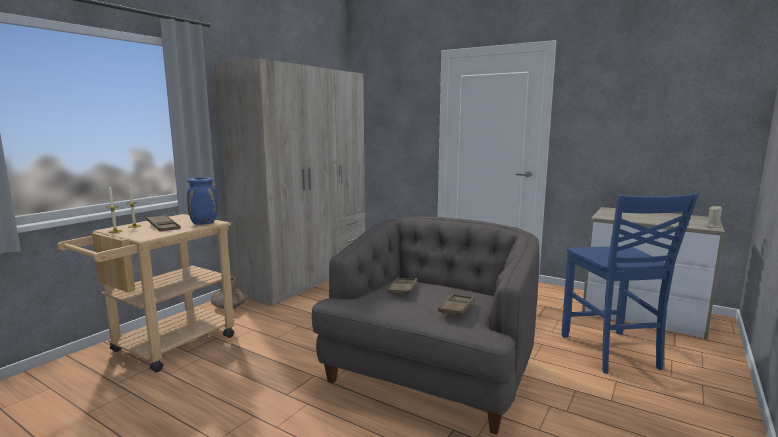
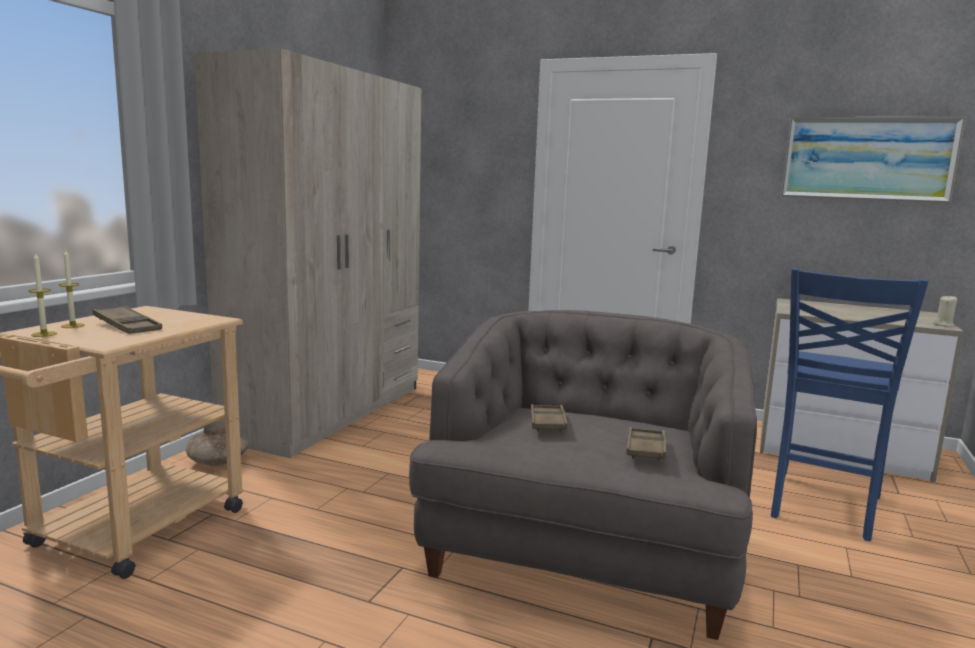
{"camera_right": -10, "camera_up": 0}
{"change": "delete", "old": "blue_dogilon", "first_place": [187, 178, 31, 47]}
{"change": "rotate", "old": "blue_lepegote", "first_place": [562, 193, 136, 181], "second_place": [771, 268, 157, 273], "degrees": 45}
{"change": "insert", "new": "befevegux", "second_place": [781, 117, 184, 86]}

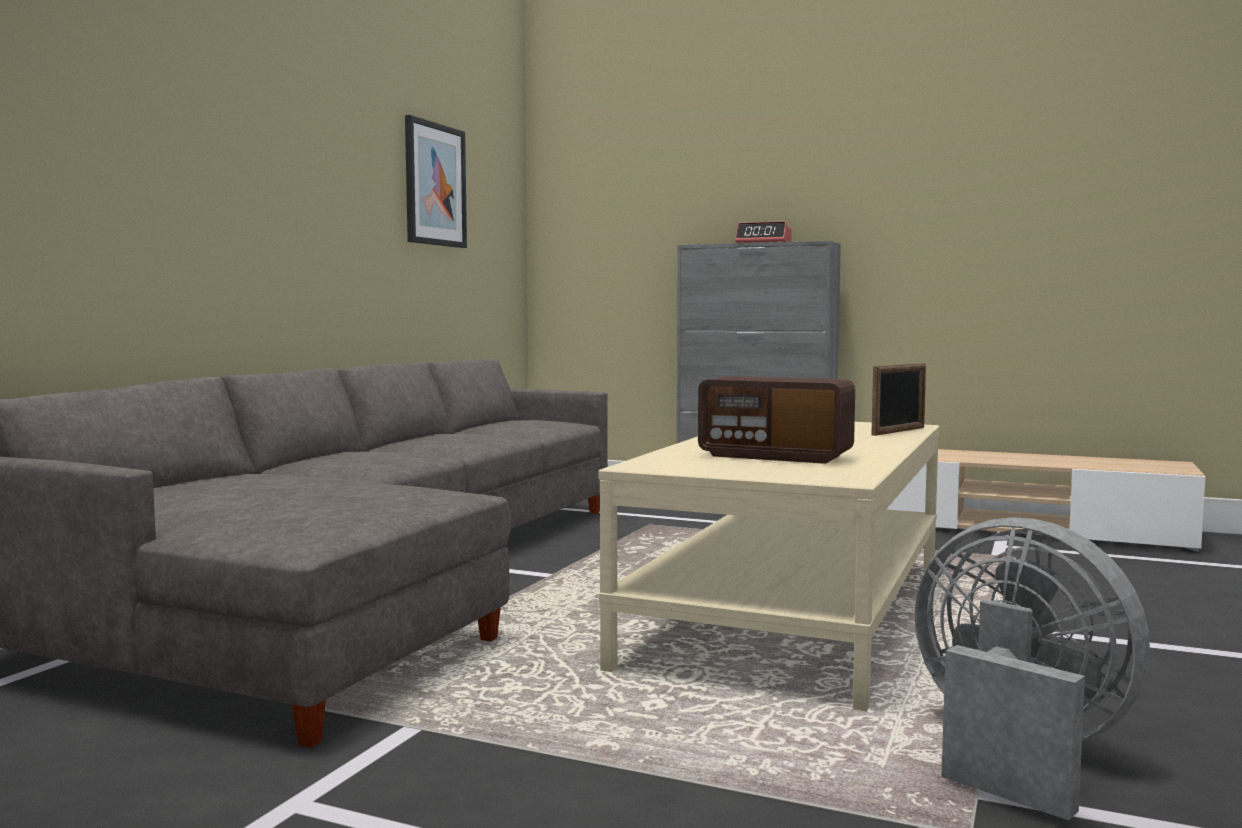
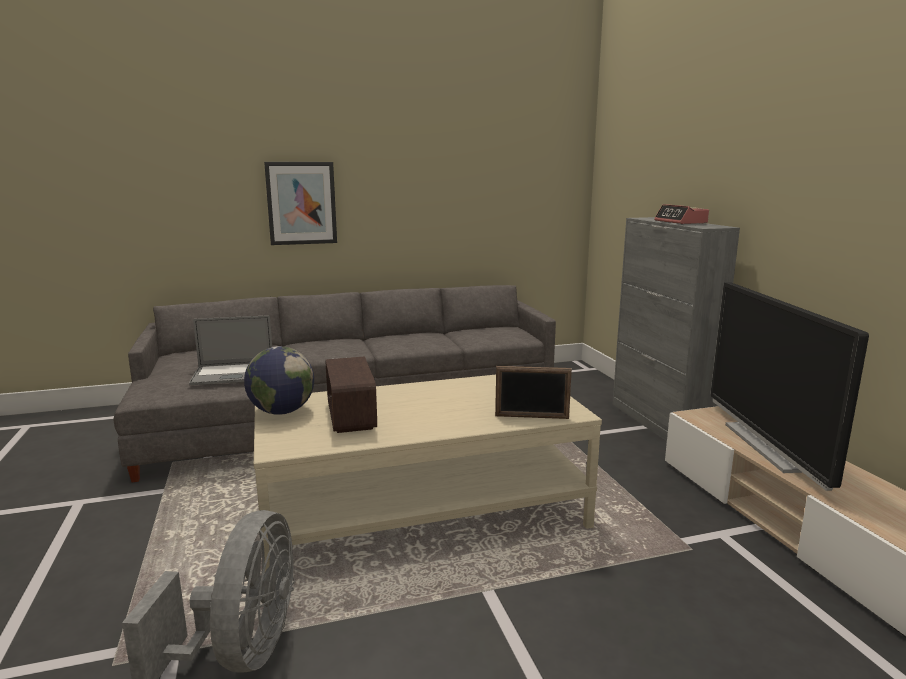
{"camera_right": 50, "camera_up": 10}
{"change": "move", "old": "befevegux", "first_place": [405, 115, 62, 133], "second_place": [264, 162, 73, 83]}
{"change": "insert", "new": "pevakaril", "second_place": [711, 283, 158, 208]}
{"change": "insert", "new": "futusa", "second_place": [189, 315, 83, 70]}
{"change": "insert", "new": "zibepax", "second_place": [244, 346, 70, 69]}

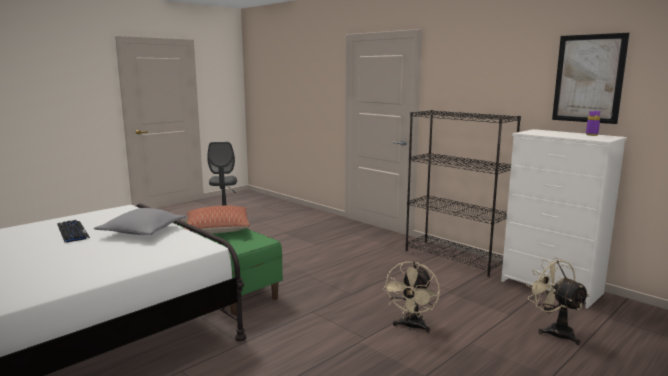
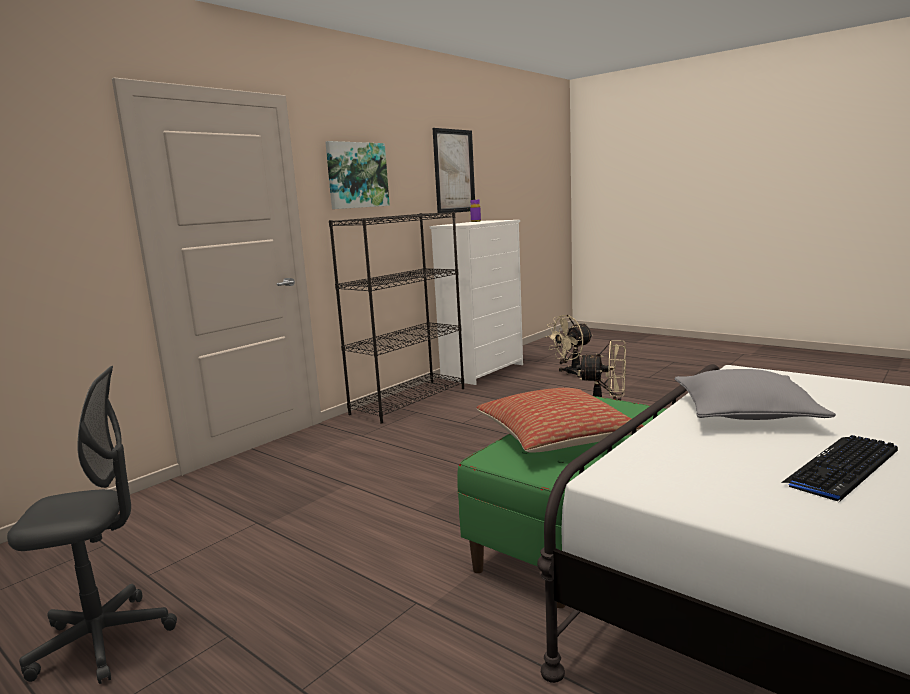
{"camera_right": -95, "camera_up": 0}
{"change": "insert", "new": "befevegux", "second_place": [325, 141, 65, 68]}

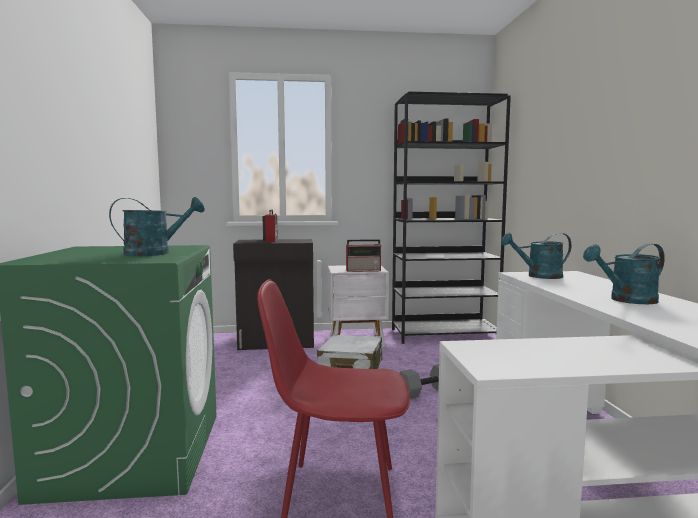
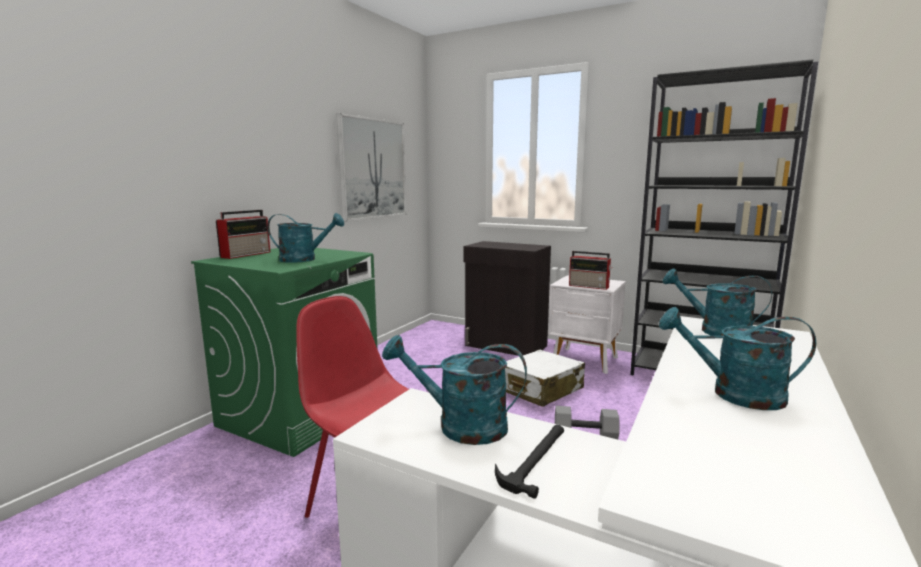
{"camera_right": 35, "camera_up": 5}
{"change": "move", "old": "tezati", "first_place": [262, 209, 16, 33], "second_place": [216, 210, 54, 49]}
{"change": "insert", "new": "befevegux", "second_place": [336, 113, 70, 109]}
{"change": "insert", "new": "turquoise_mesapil", "second_place": [382, 335, 145, 110]}
{"change": "insert", "new": "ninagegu", "second_place": [495, 425, 69, 74]}

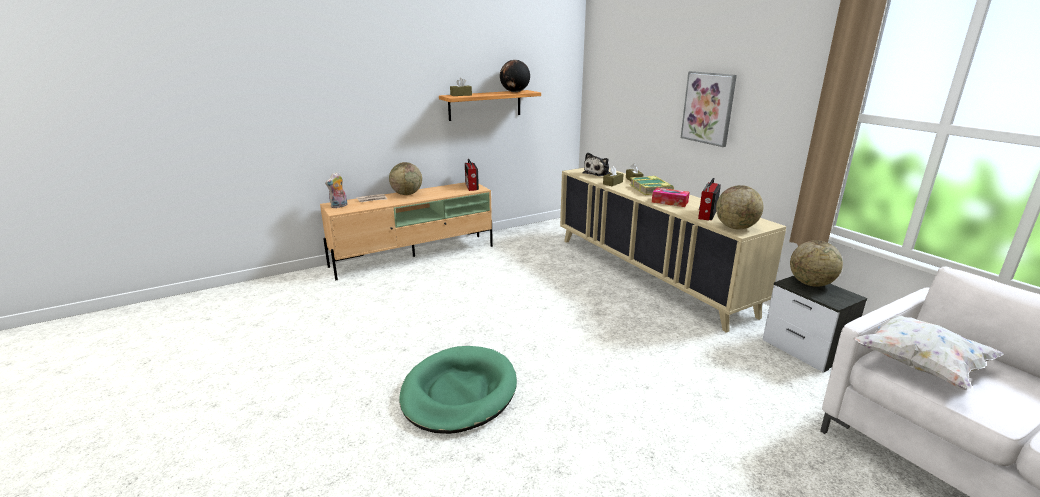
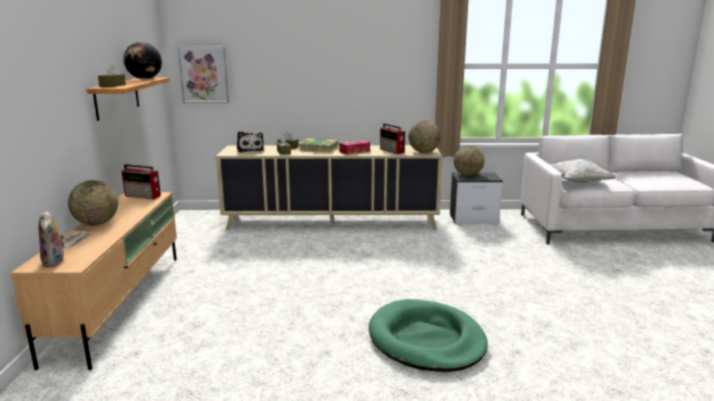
{"camera_right": -60, "camera_up": -5}
{"change": "move", "old": "befevegux", "first_place": [681, 71, 56, 76], "second_place": [178, 46, 51, 57]}

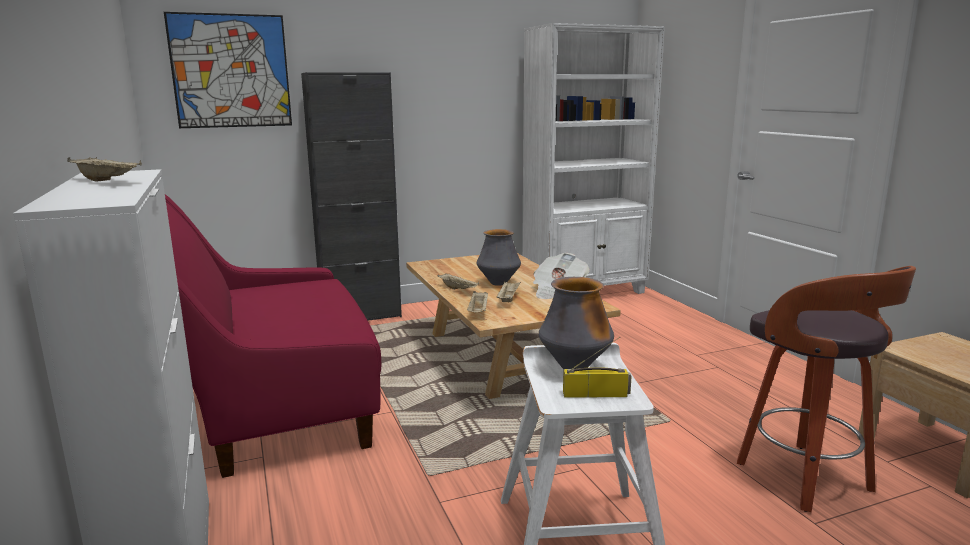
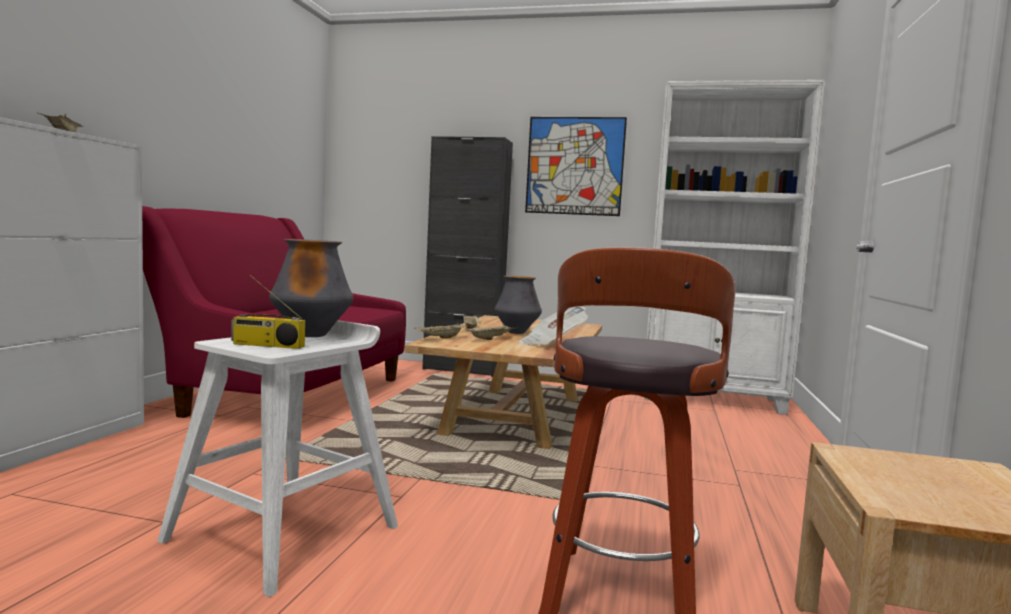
{"camera_right": 35, "camera_up": -10}
{"change": "move", "old": "befevegux", "first_place": [164, 12, 128, 116], "second_place": [525, 117, 102, 99]}
{"change": "rotate", "old": "tezati", "first_place": [563, 337, 69, 60], "second_place": [231, 275, 74, 74], "degrees": 150}

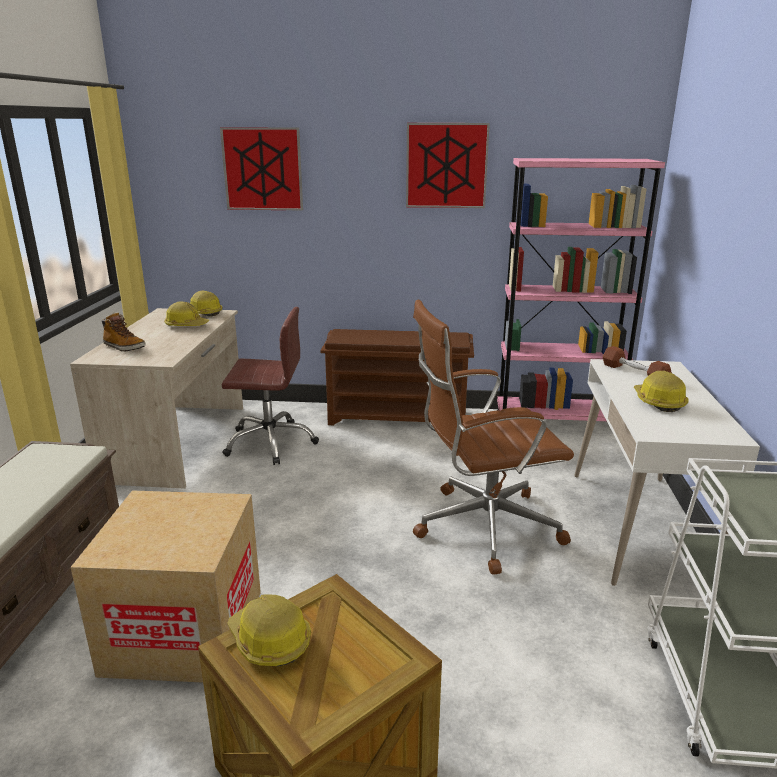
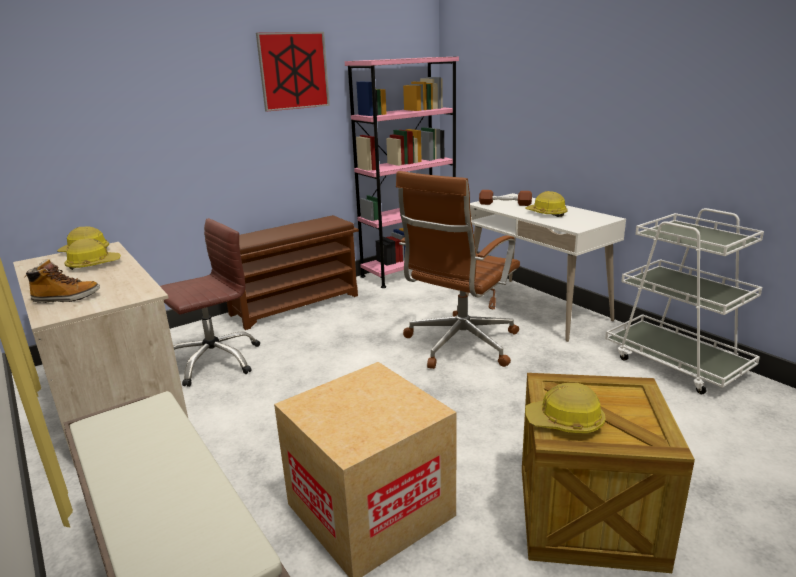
{"camera_right": -40, "camera_up": 0}
{"change": "delete", "old": "befevegux", "first_place": [220, 127, 83, 83]}

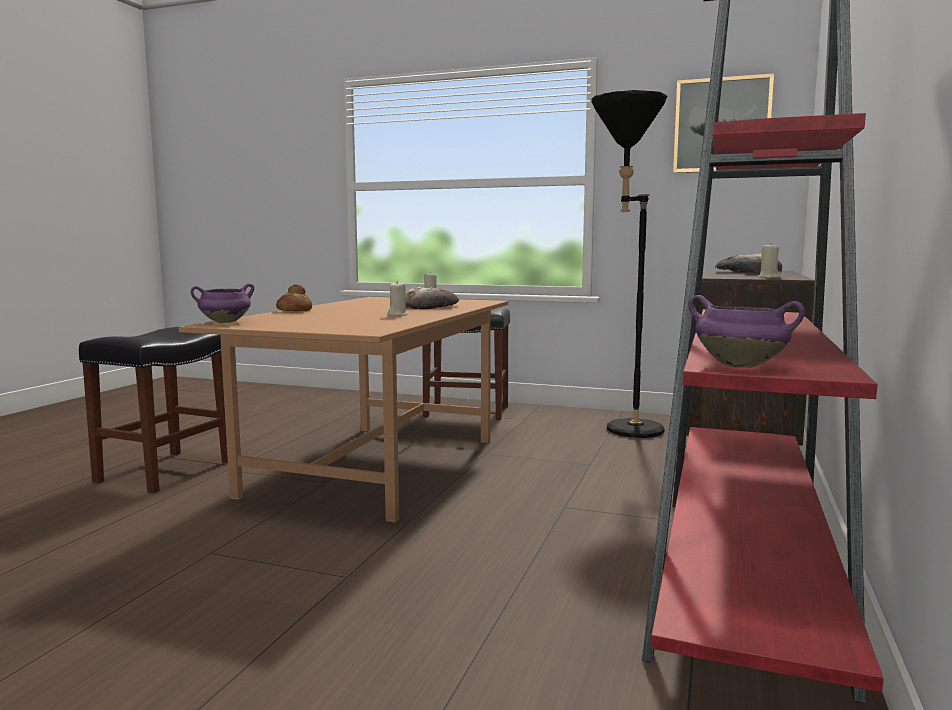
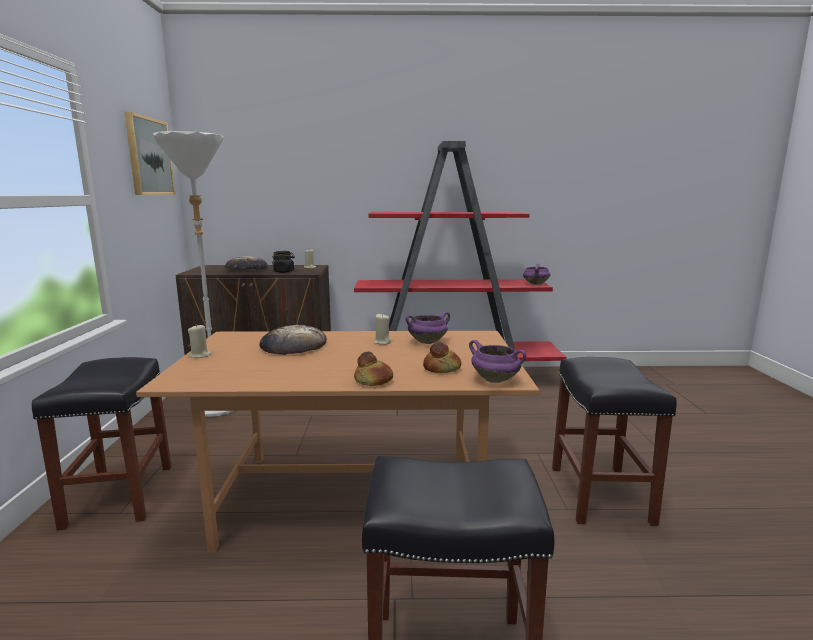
{"camera_right": -110, "camera_up": 5}
{"change": "recolor", "old": "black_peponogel", "new": "white_peponogel", "first_place": [591, 90, 76, 348], "second_place": [153, 131, 80, 286]}
{"change": "insert", "new": "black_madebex", "second_place": [272, 251, 23, 22]}
{"change": "insert", "new": "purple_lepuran", "second_place": [405, 312, 45, 32]}
{"change": "insert", "new": "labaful", "second_place": [423, 342, 38, 31]}
{"change": "insert", "new": "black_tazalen", "second_place": [552, 357, 125, 169]}

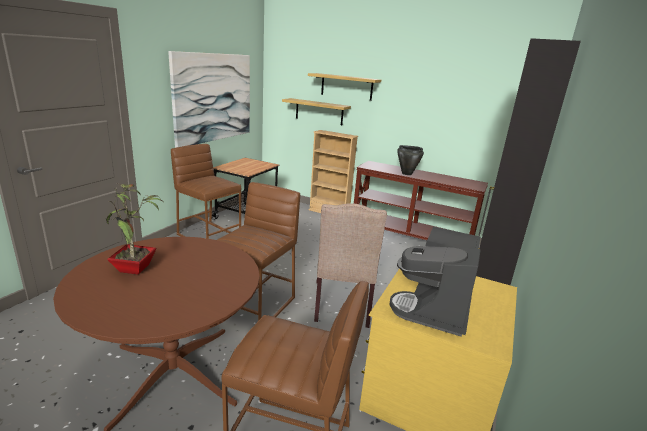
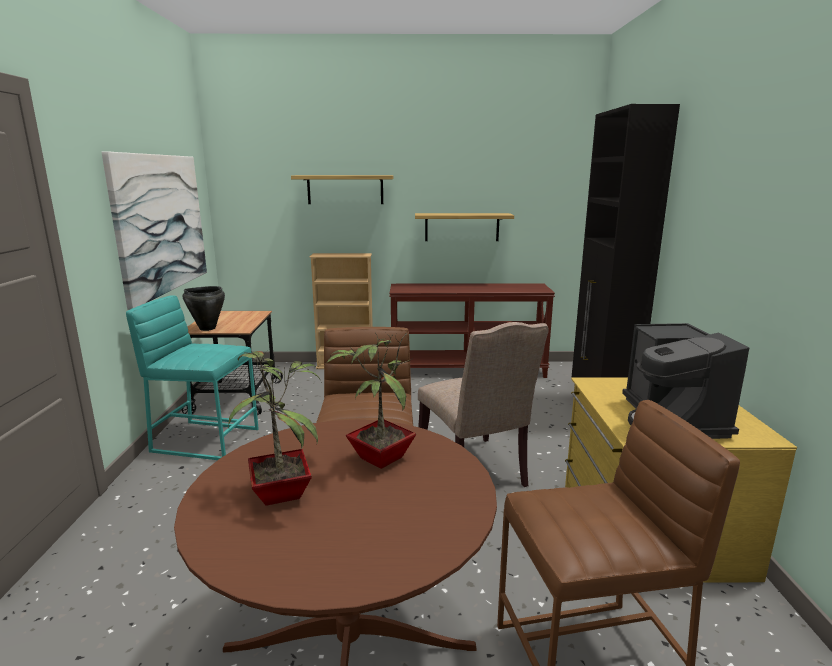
{"camera_right": -25, "camera_up": -5}
{"change": "move", "old": "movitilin", "first_place": [282, 98, 69, 27], "second_place": [415, 213, 99, 28]}
{"change": "recolor", "old": "brown_tazalen", "new": "turquoise_tazalen", "first_place": [171, 144, 70, 95], "second_place": [126, 295, 133, 165]}
{"change": "move", "old": "black_lepuran", "first_place": [397, 145, 27, 30], "second_place": [182, 286, 43, 45]}
{"change": "insert", "new": "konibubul", "second_place": [326, 332, 90, 137]}

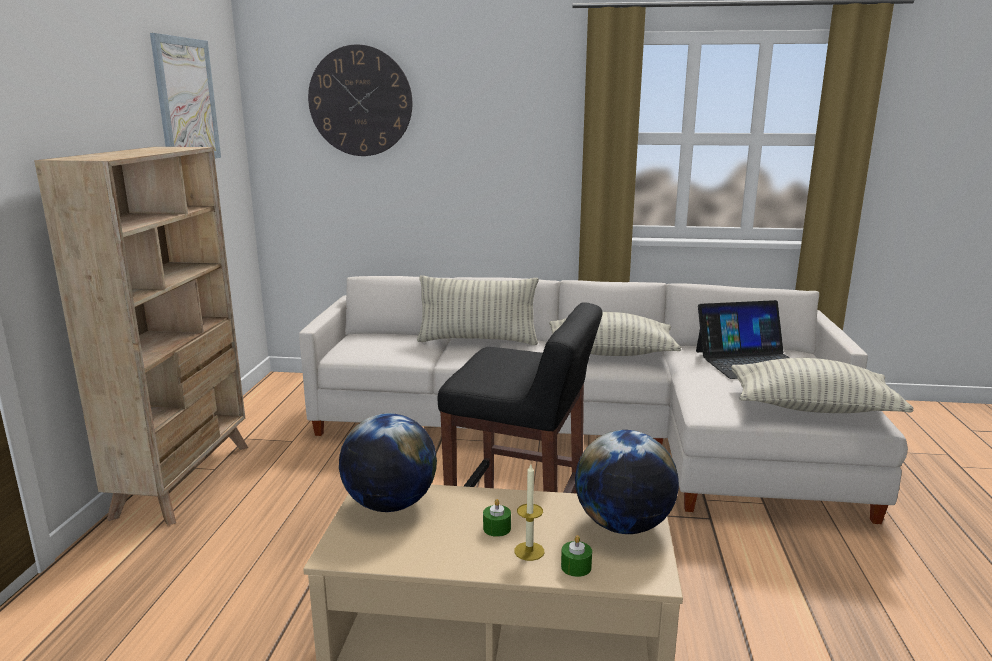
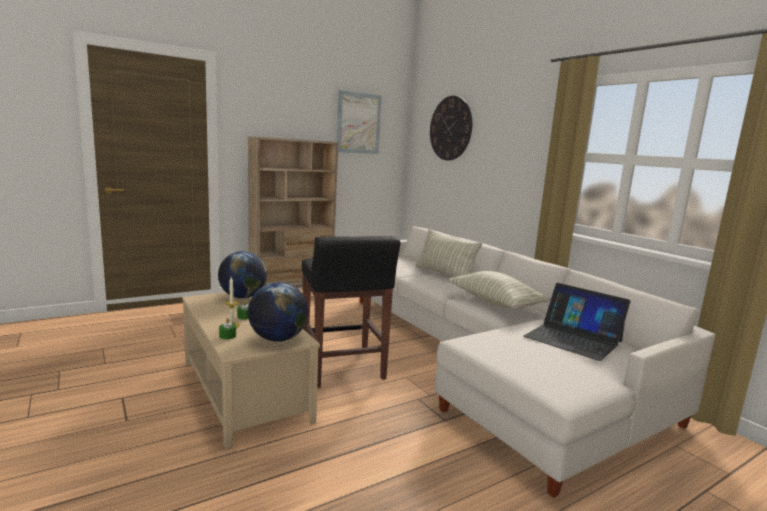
{"camera_right": 50, "camera_up": -5}
{"change": "delete", "old": "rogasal", "first_place": [731, 358, 182, 55]}

